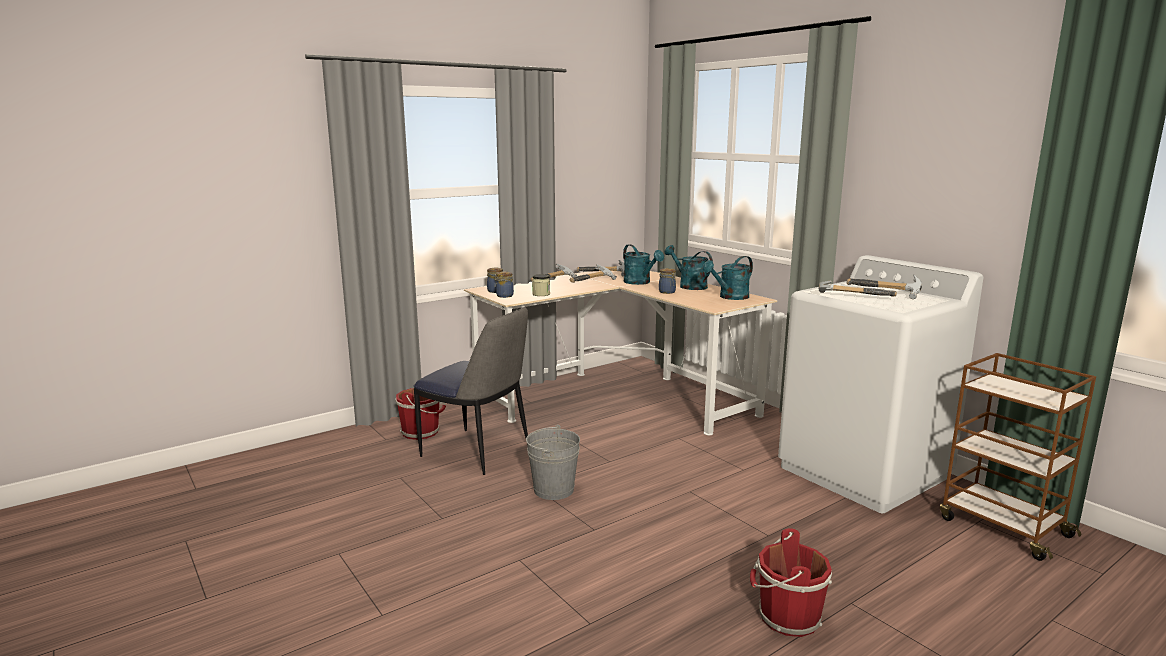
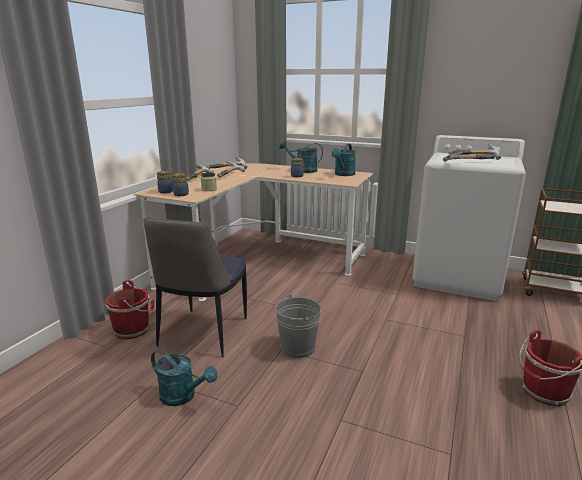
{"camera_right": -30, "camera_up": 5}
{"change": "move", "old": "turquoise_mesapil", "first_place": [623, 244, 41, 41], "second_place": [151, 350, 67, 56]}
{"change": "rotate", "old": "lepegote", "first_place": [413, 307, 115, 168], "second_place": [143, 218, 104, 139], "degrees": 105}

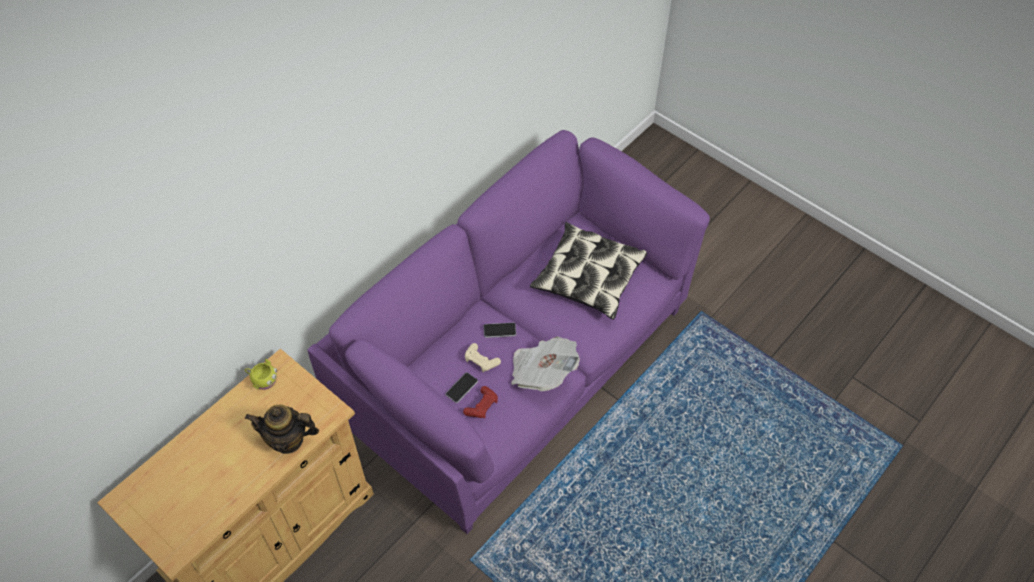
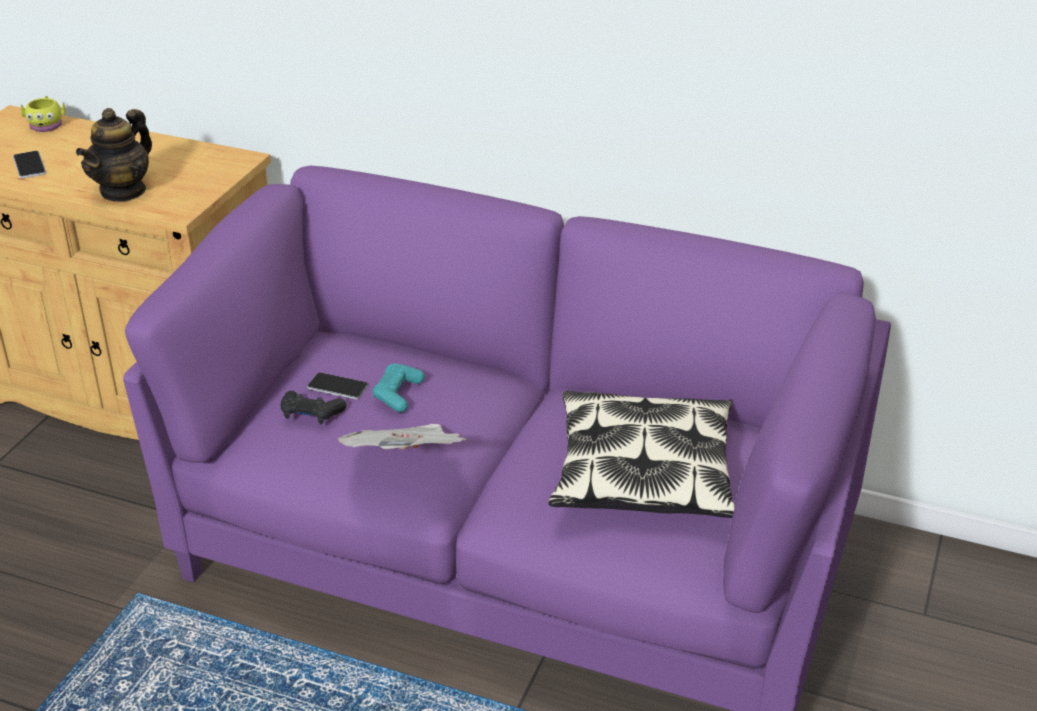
{"camera_right": 70, "camera_up": -20}
{"change": "move", "old": "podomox", "first_place": [484, 323, 32, 15], "second_place": [13, 151, 33, 28]}
{"change": "recolor", "old": "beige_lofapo", "new": "turquoise_lofapo", "first_place": [465, 343, 36, 29], "second_place": [373, 364, 52, 49]}
{"change": "move", "old": "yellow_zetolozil", "first_place": [245, 359, 32, 31], "second_place": [21, 96, 44, 36]}
{"change": "recolor", "old": "red_lofapo", "new": "black_lofapo", "first_place": [463, 386, 35, 32], "second_place": [281, 391, 65, 33]}
{"change": "rotate", "old": "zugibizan", "first_place": [245, 405, 74, 49], "second_place": [76, 108, 76, 94], "degrees": -135}

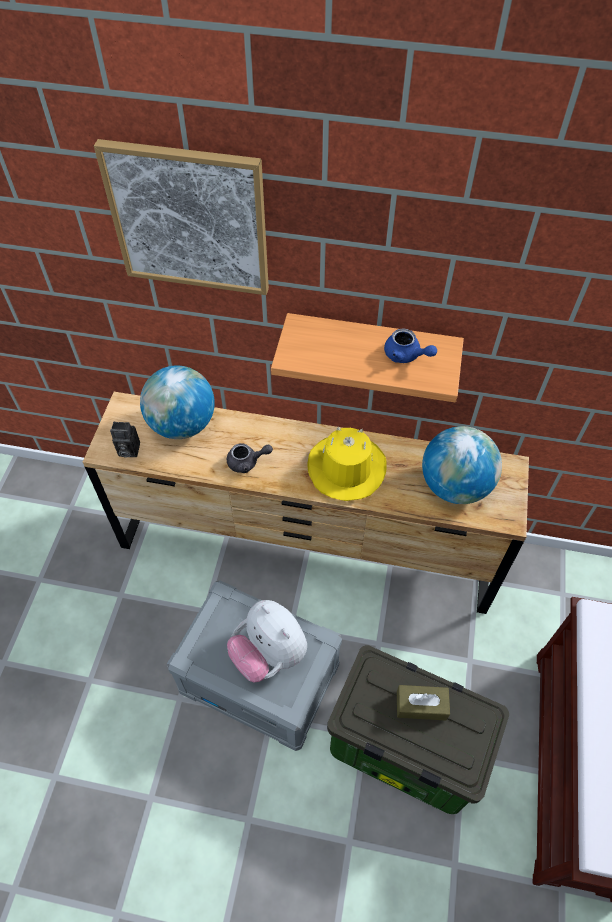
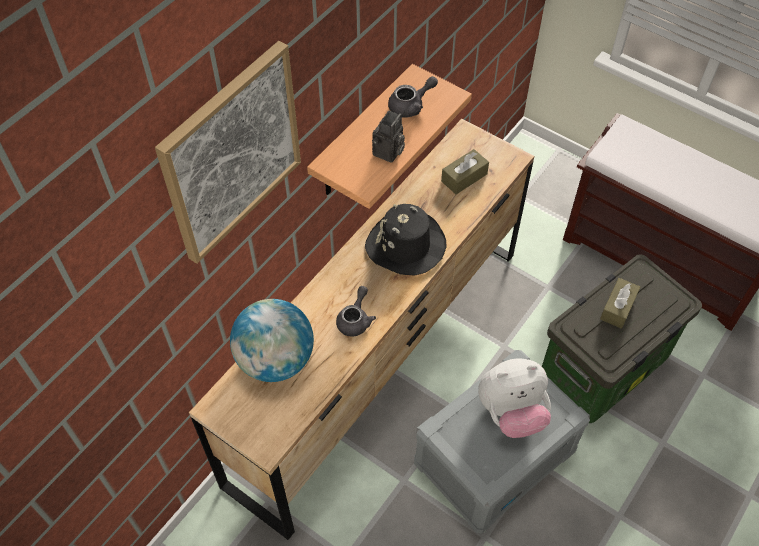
{"camera_right": -65, "camera_up": 0}
{"change": "recolor", "old": "blue_zugibizan", "new": "grey_zugibizan", "first_place": [384, 328, 53, 35], "second_place": [388, 76, 50, 42]}
{"change": "move", "old": "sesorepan", "first_place": [110, 422, 30, 35], "second_place": [372, 111, 33, 52]}
{"change": "replace", "old": "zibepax", "new": "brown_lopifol", "first_place": [422, 426, 80, 78], "second_place": [441, 149, 48, 45]}
{"change": "recolor", "old": "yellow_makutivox", "new": "black_makutivox", "first_place": [307, 427, 80, 74], "second_place": [365, 204, 81, 72]}

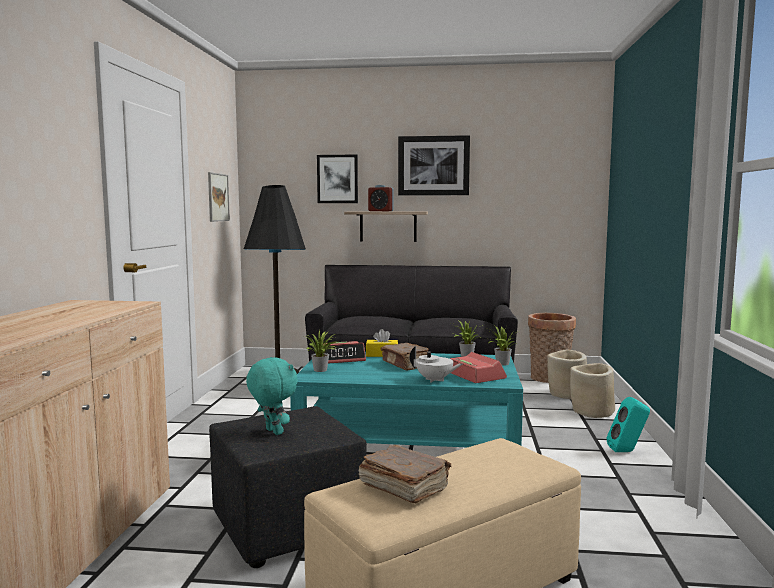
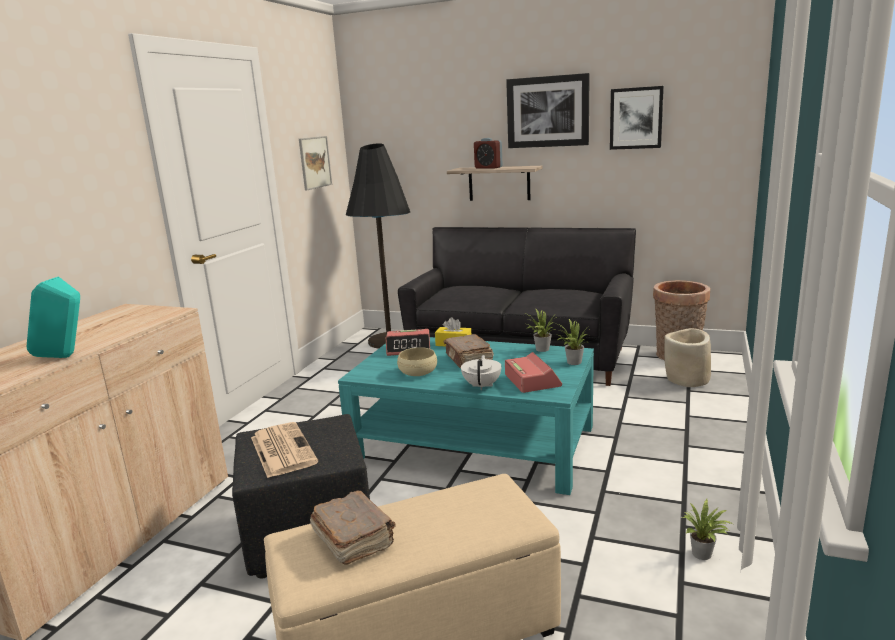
{"camera_right": 15, "camera_up": 10}
{"change": "move", "old": "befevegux", "first_place": [317, 155, 41, 48], "second_place": [610, 86, 54, 64]}
{"change": "move", "old": "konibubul", "first_place": [301, 330, 35, 42], "second_place": [682, 499, 50, 61]}
{"change": "rotate", "old": "white_zugibizan", "first_place": [410, 346, 52, 37], "second_place": [461, 355, 40, 35], "degrees": -120}
{"change": "replace", "old": "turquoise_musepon", "new": "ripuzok", "first_place": [246, 357, 52, 78], "second_place": [251, 422, 67, 56]}
{"change": "delete", "old": "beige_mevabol", "first_place": [570, 363, 45, 55]}
{"change": "move", "old": "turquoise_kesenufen", "first_place": [606, 397, 44, 55], "second_place": [26, 276, 54, 82]}
{"change": "insert", "new": "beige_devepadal", "second_place": [397, 347, 40, 29]}

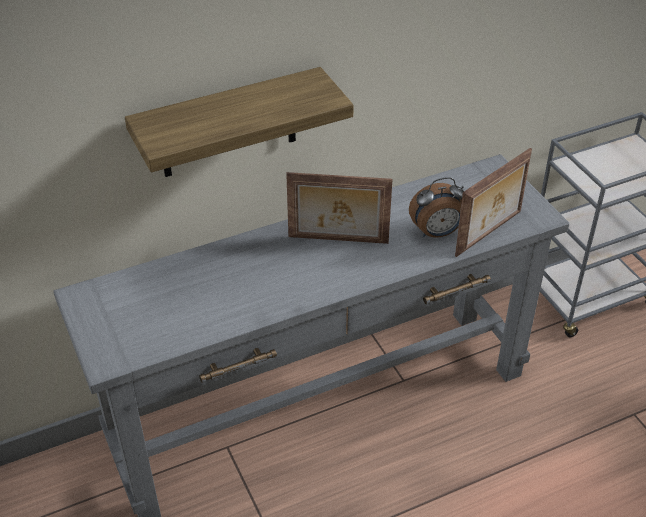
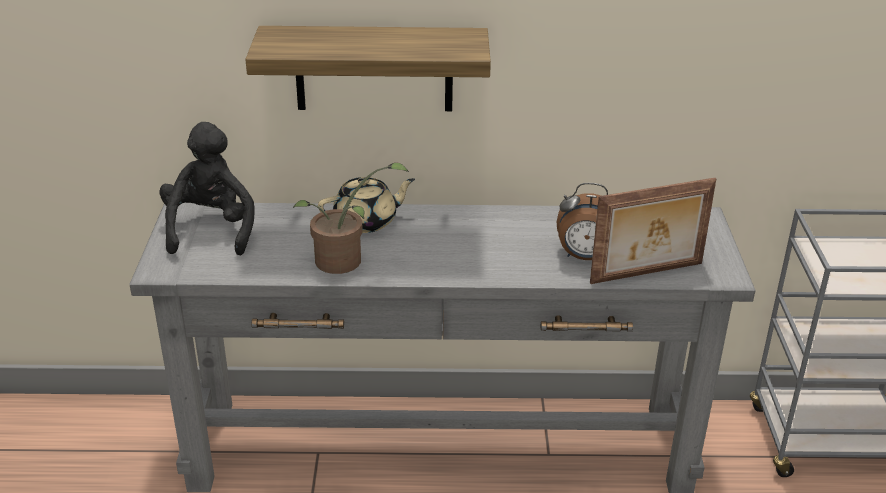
{"camera_right": 25, "camera_up": -10}
{"change": "delete", "old": "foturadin", "first_place": [286, 172, 107, 72]}
{"change": "insert", "new": "black_musepon", "second_place": [159, 122, 95, 133]}
{"change": "insert", "new": "konibubul", "second_place": [293, 162, 116, 112]}
{"change": "insert", "new": "beige_zugibizan", "second_place": [318, 177, 97, 56]}

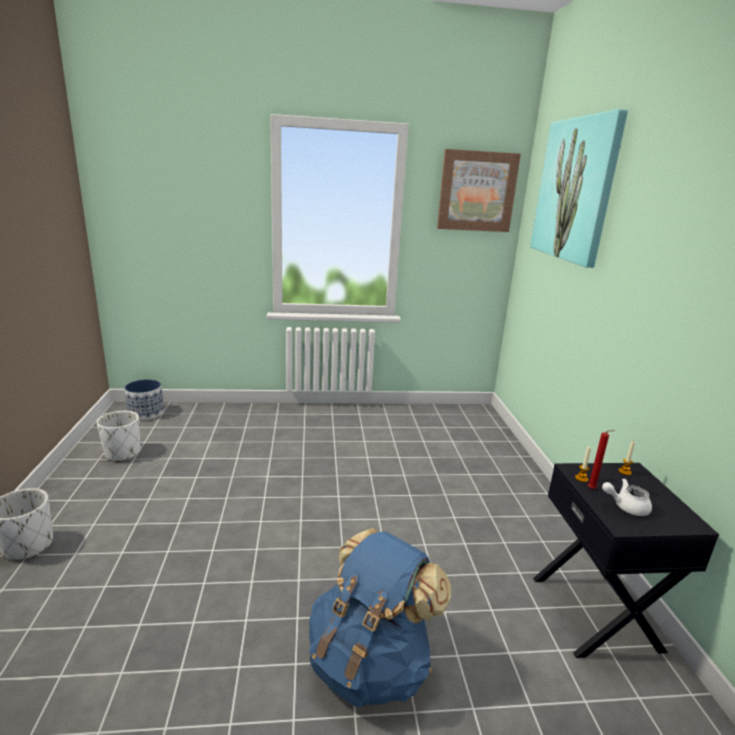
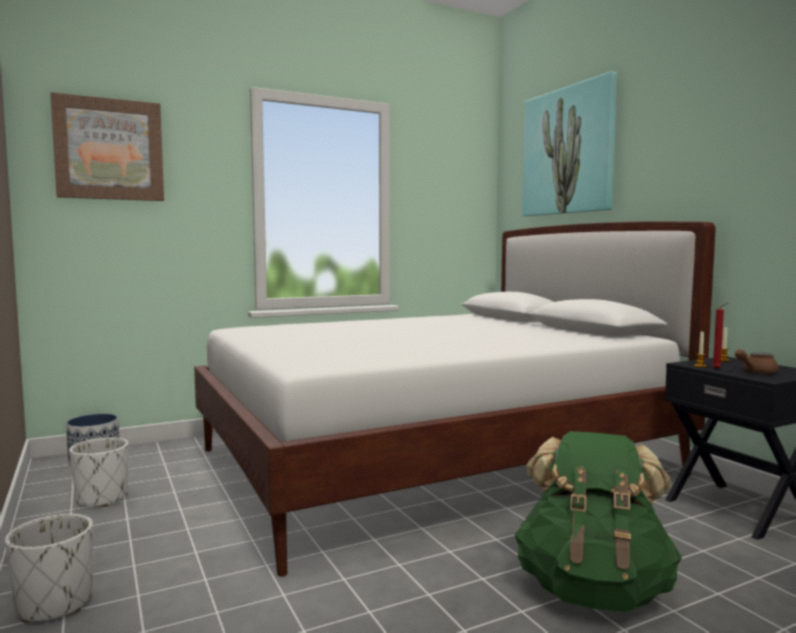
{"camera_right": -20, "camera_up": -15}
{"change": "move", "old": "befevegux", "first_place": [437, 149, 84, 83], "second_place": [50, 92, 114, 109]}
{"change": "recolor", "old": "white_zugibizan", "new": "brown_zugibizan", "first_place": [602, 478, 50, 38], "second_place": [734, 349, 45, 25]}
{"change": "recolor", "old": "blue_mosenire", "new": "green_mosenire", "first_place": [309, 528, 142, 180], "second_place": [515, 431, 167, 181]}
{"change": "insert", "new": "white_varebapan", "second_place": [194, 221, 522, 356]}

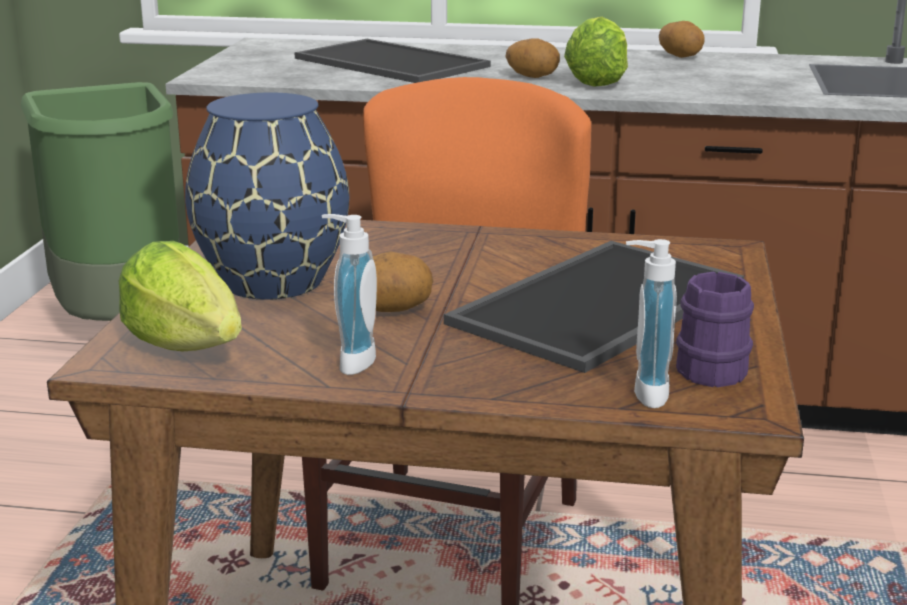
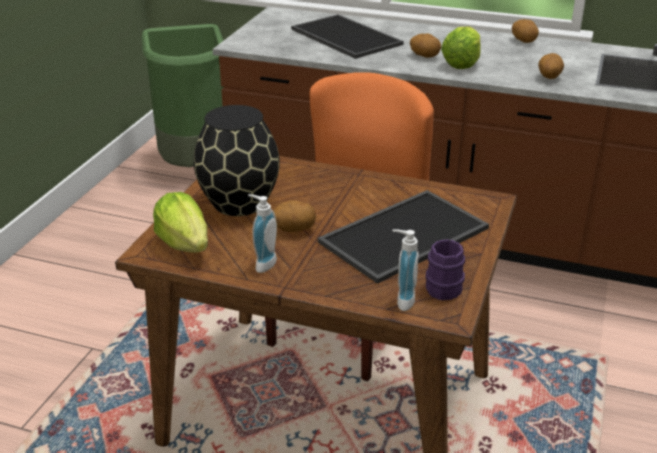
{"camera_right": 10, "camera_up": 10}
{"change": "recolor", "old": "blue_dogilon", "new": "black_dogilon", "first_place": [185, 93, 165, 207], "second_place": [193, 105, 87, 111]}
{"change": "insert", "new": "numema", "second_place": [538, 53, 26, 26]}

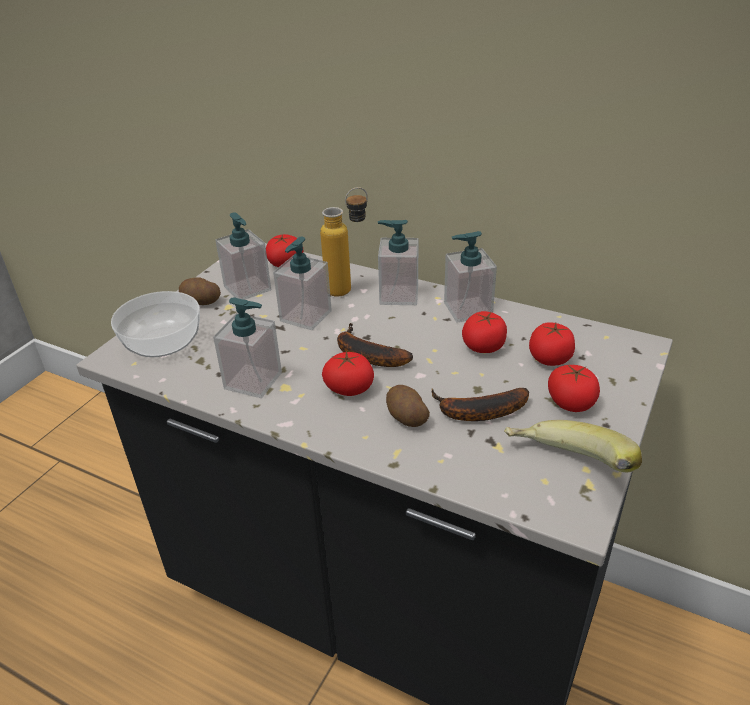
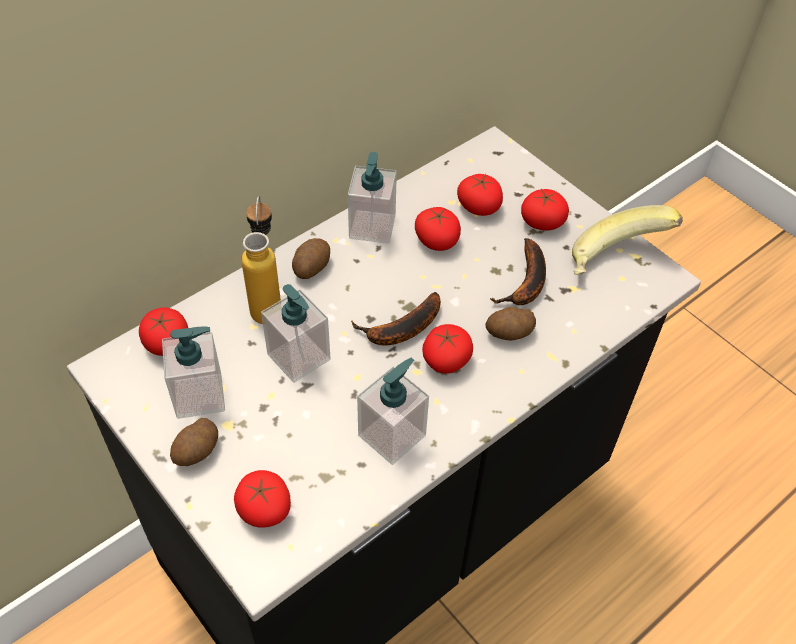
{"camera_right": -70, "camera_up": 15}
{"change": "replace", "old": "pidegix", "new": "numema", "first_place": [378, 220, 40, 85], "second_place": [292, 238, 38, 41]}
{"change": "replace", "old": "devepadal", "new": "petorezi", "first_place": [111, 291, 89, 66], "second_place": [234, 470, 57, 58]}

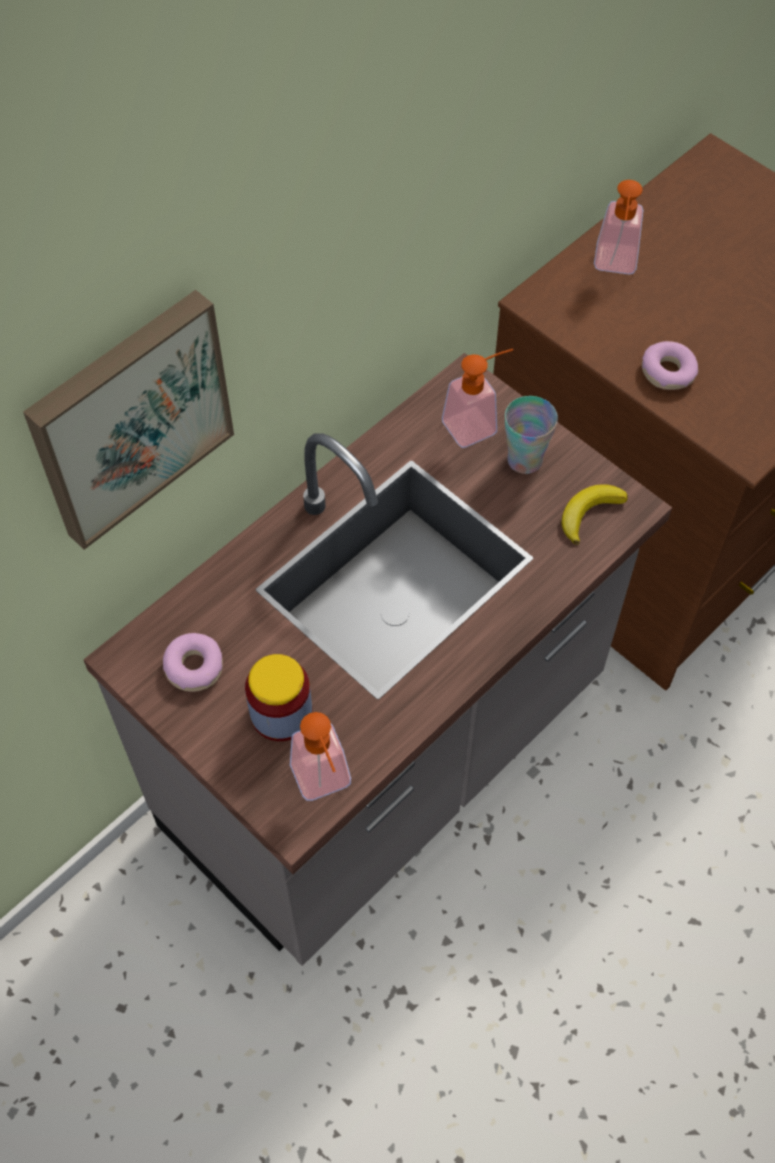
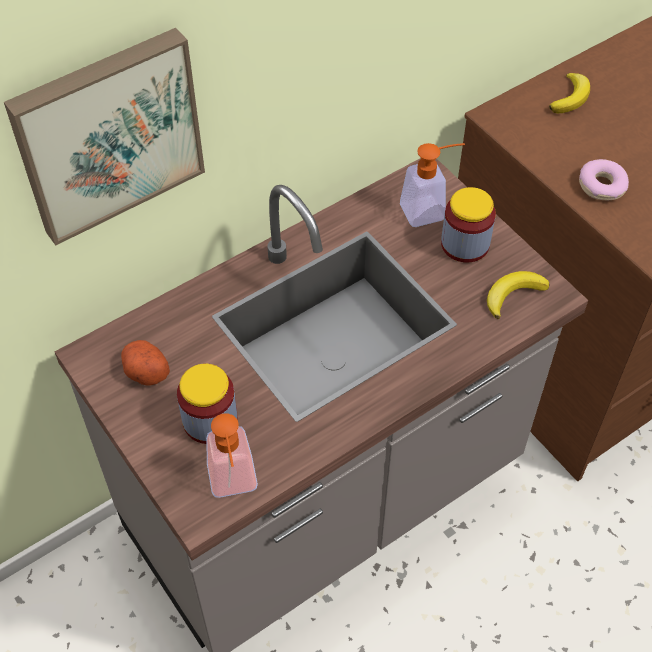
{"camera_right": 10, "camera_up": -5}
{"change": "replace", "old": "pidegix", "new": "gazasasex", "first_place": [594, 180, 49, 94], "second_place": [549, 73, 41, 40]}
{"change": "replace", "old": "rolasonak", "new": "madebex", "first_place": [505, 396, 53, 78], "second_place": [441, 187, 55, 76]}
{"change": "replace", "old": "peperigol", "new": "numema", "first_place": [163, 633, 60, 59], "second_place": [121, 340, 49, 46]}

